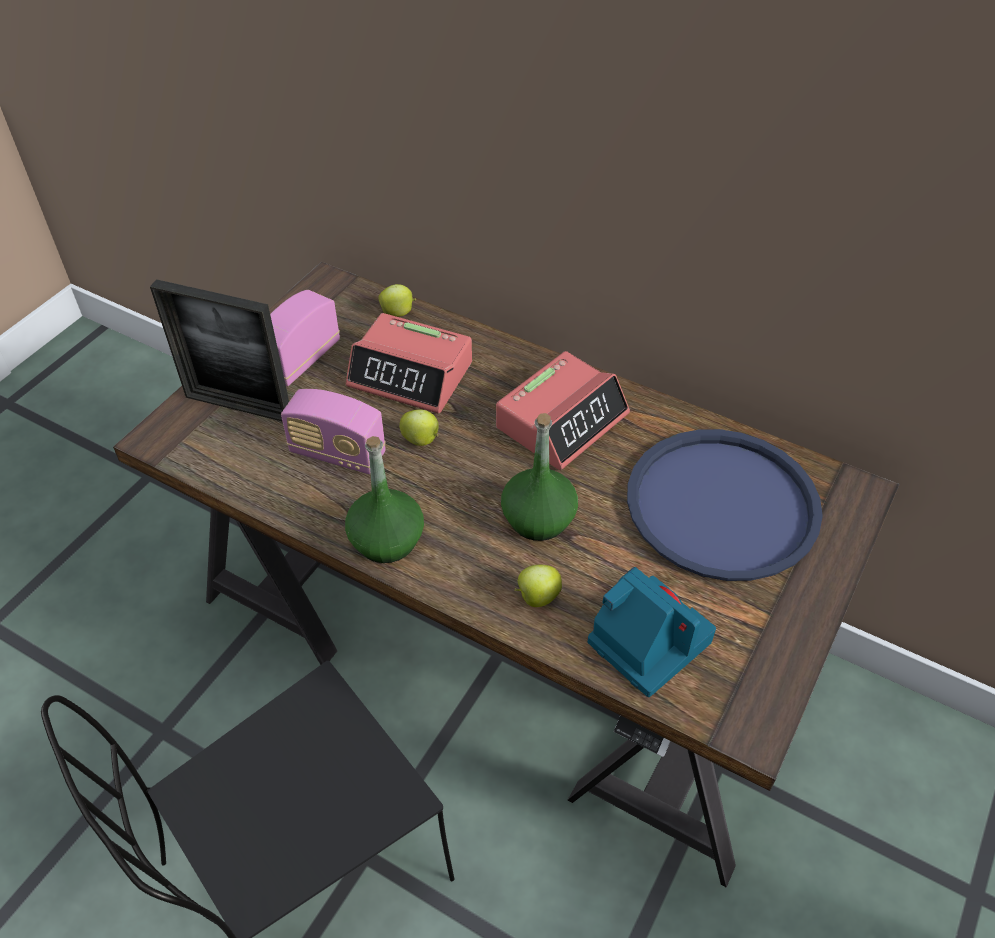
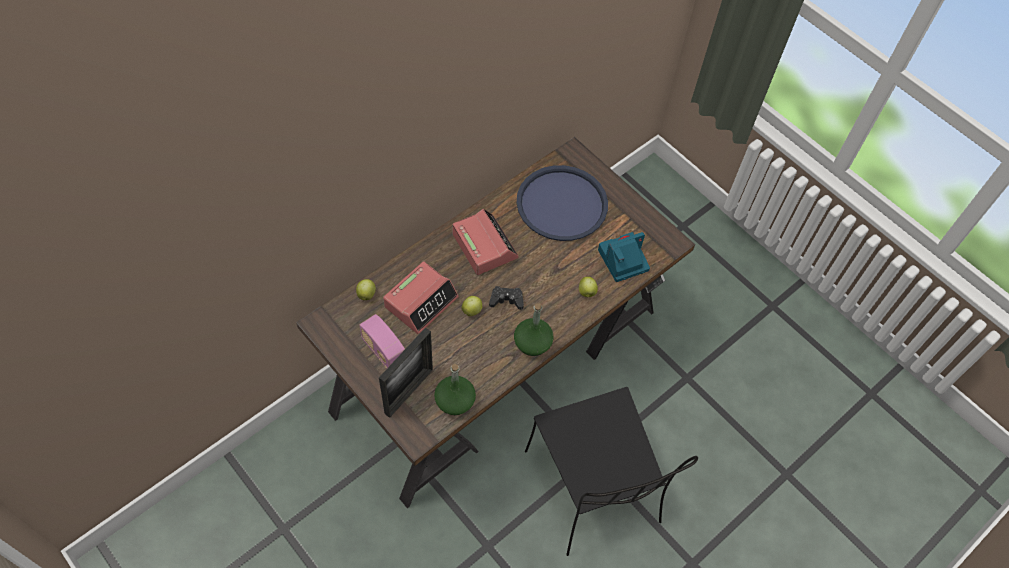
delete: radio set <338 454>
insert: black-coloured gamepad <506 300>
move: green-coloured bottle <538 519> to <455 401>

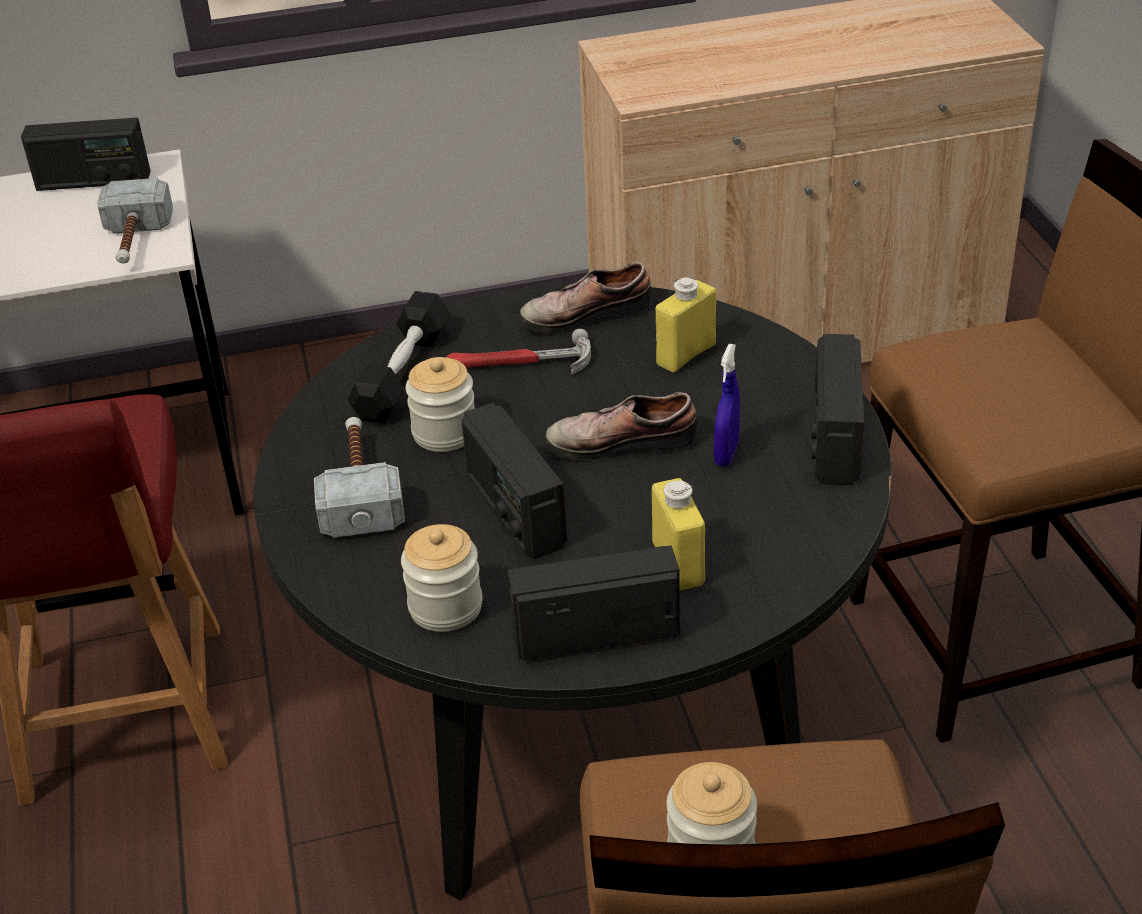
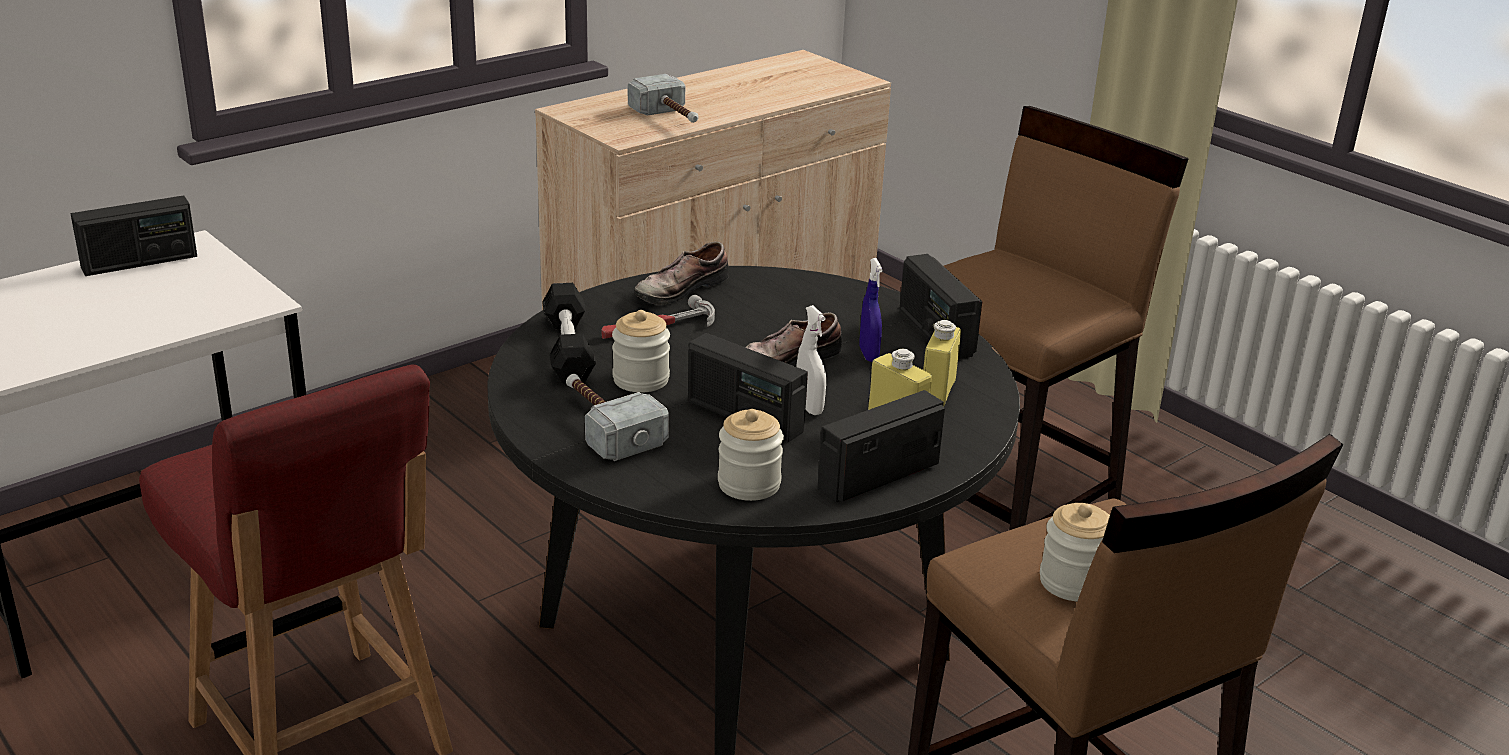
insert: white-coloured hand sprayer <809 407>
move: hand hammer <134 242> to <670 118>; yellow-coloured bottle <686 354> to <937 393>

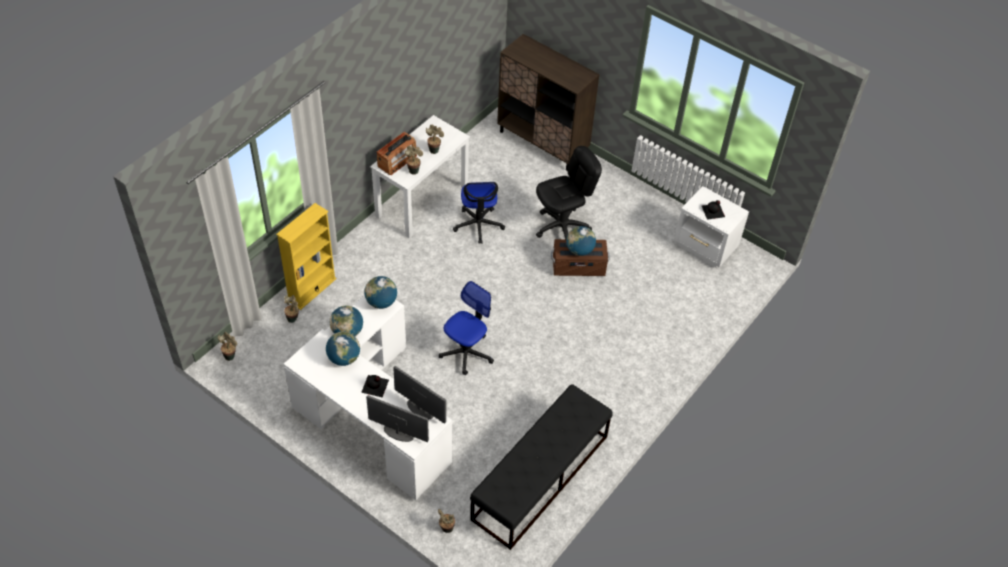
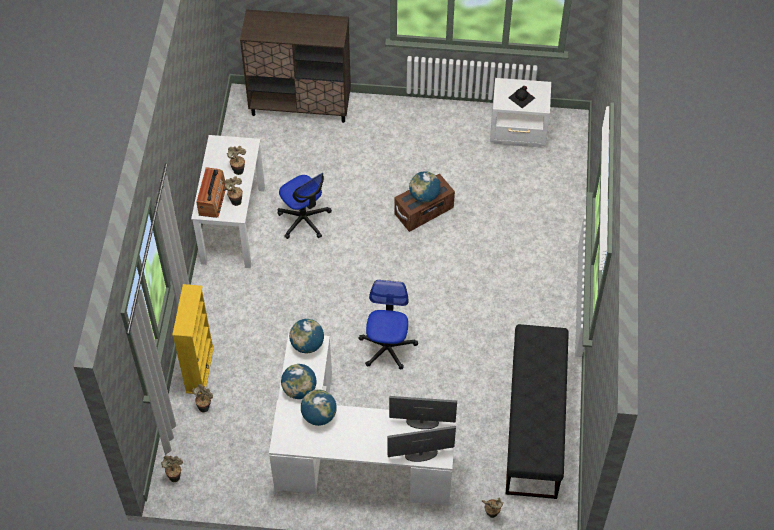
delete: black-coloured bottle <375 386>; black-coloured office chair <562 227>

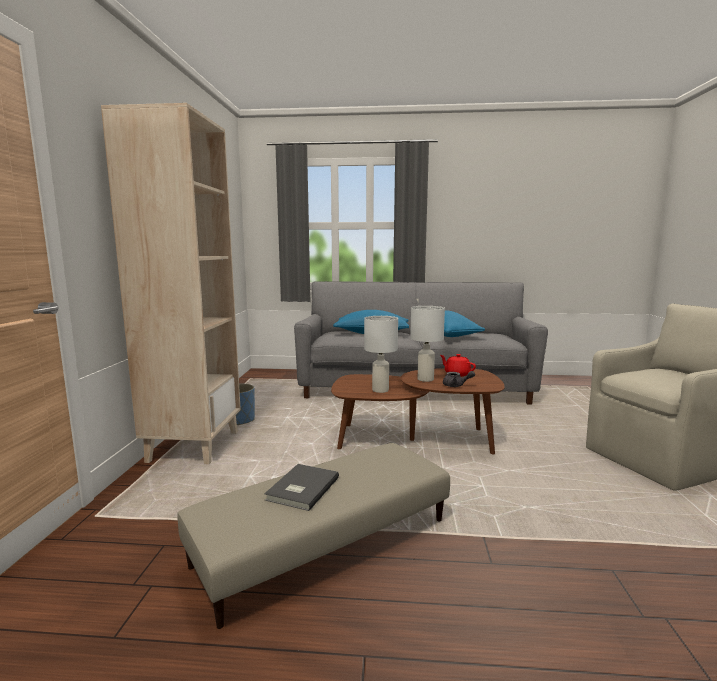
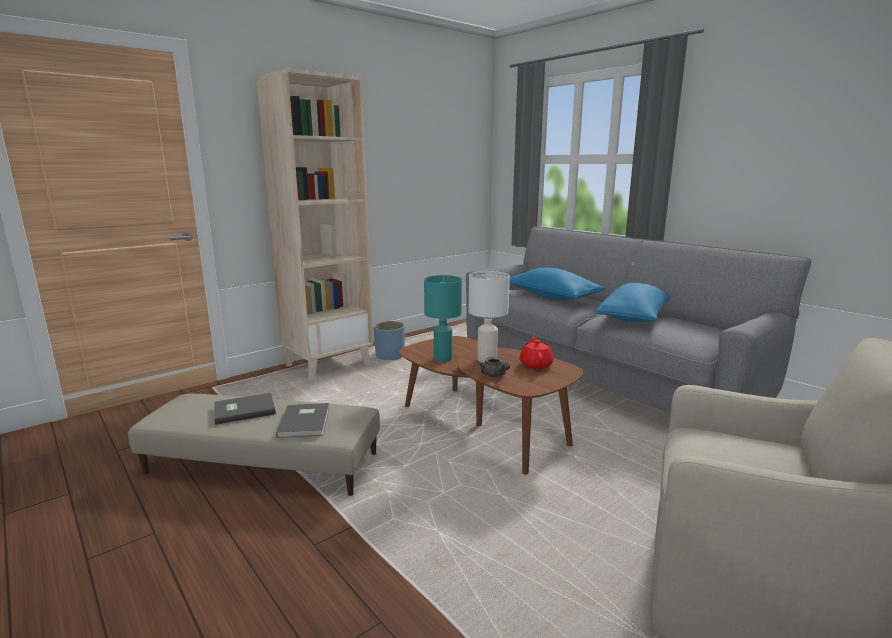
insert: grey book <306 421>
recolor: white-coloured tabletop lamp <379 390> to turquoise-coloured tabletop lamp <442 358>

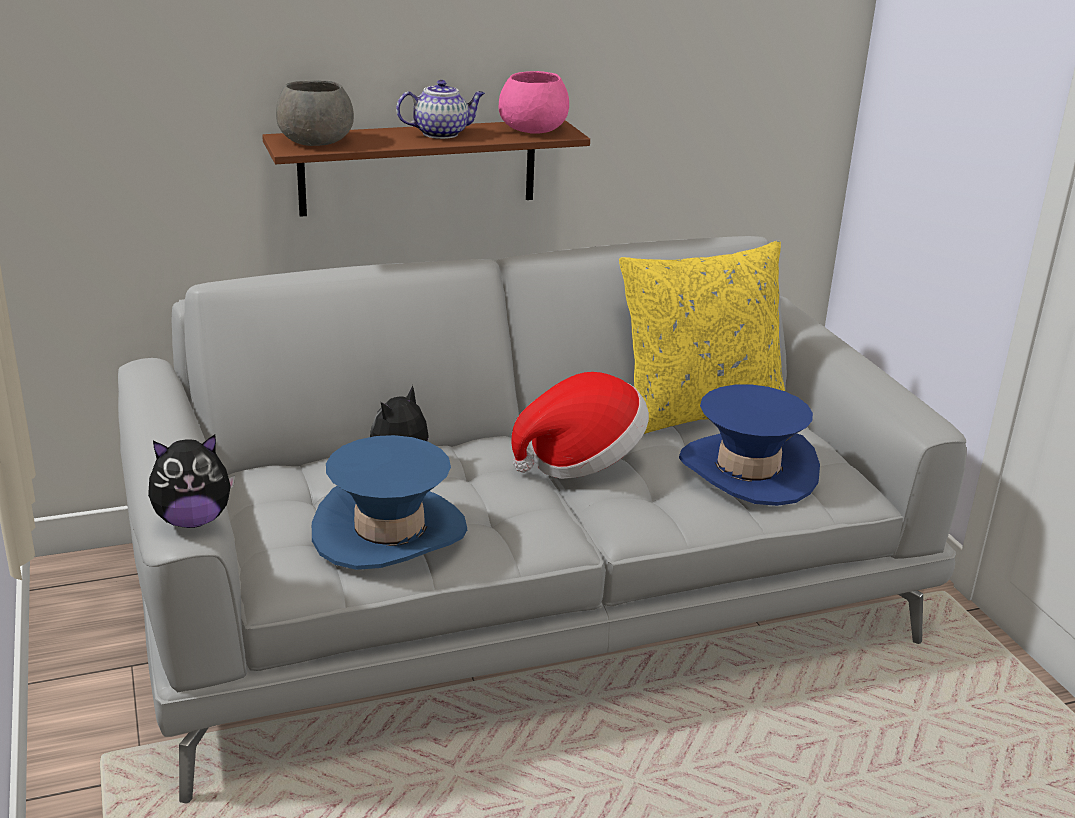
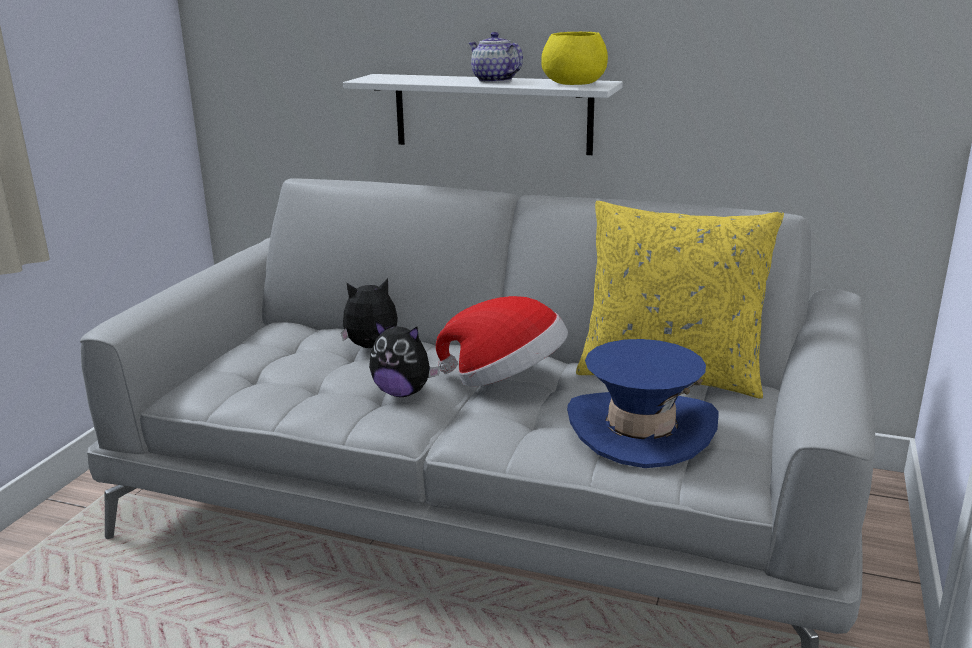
delete: grey bowl <314 141>; blue hat <389 531>
move: plush toy <193 520> to <403 392>
recolor: brown wall shelf <418 167> to white-coloured wall shelf <492 113>; pink-coloured bowl <533 129> to yellow-coloured bowl <575 83>
rotate: tea pot <441 133> = <493 80> 150 degrees counterclockwise

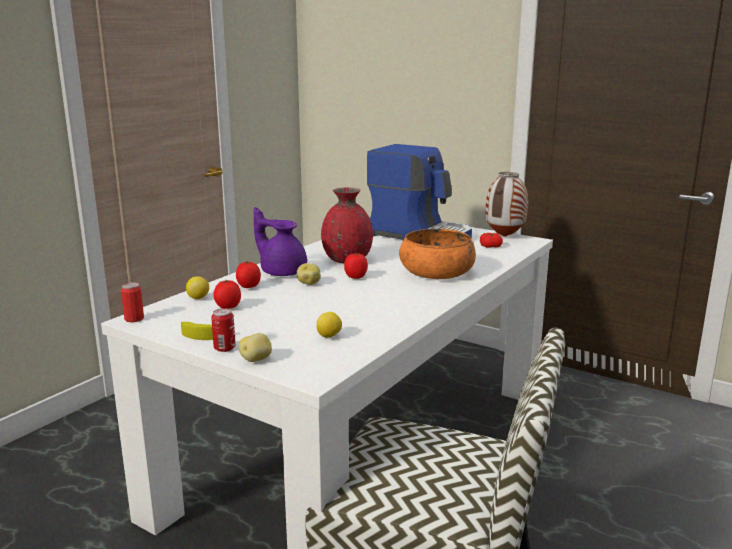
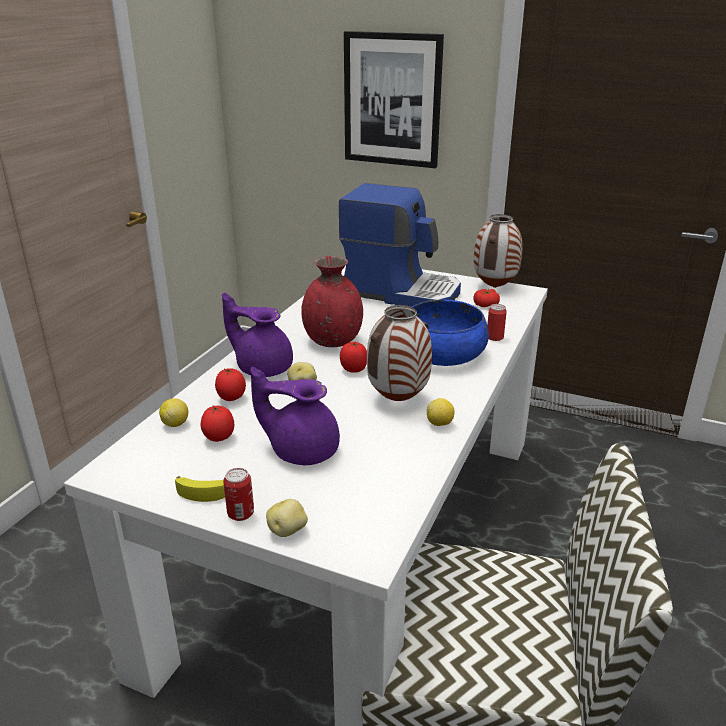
insert: purple-coloured tea pot <302 450>; wall picture <392 100>; vase <398 399>
move: lemon <329 336> to <440 424>; sealed can <134 319> to <494 337>
recolor: orangey bowl <436 272> to blue bowl <442 353>

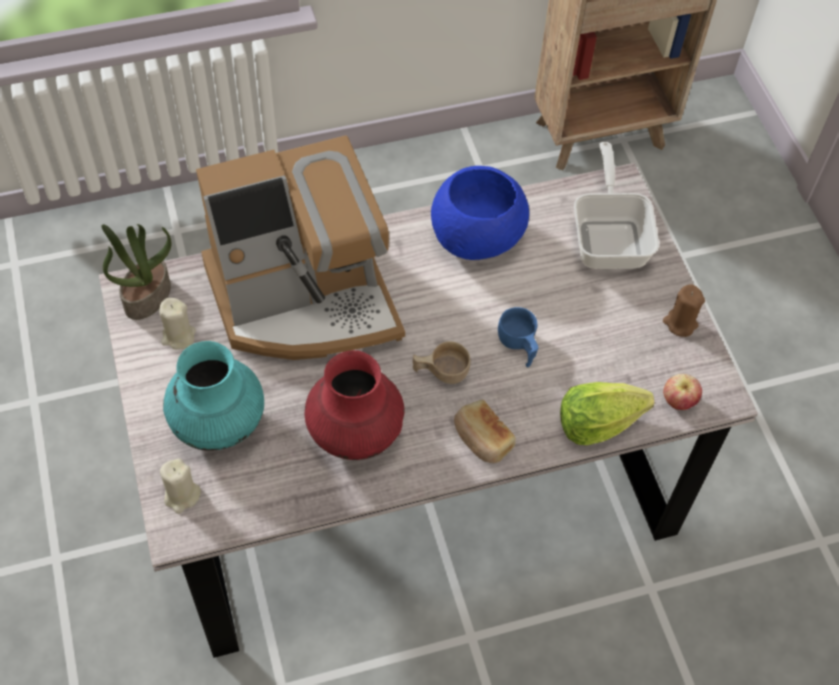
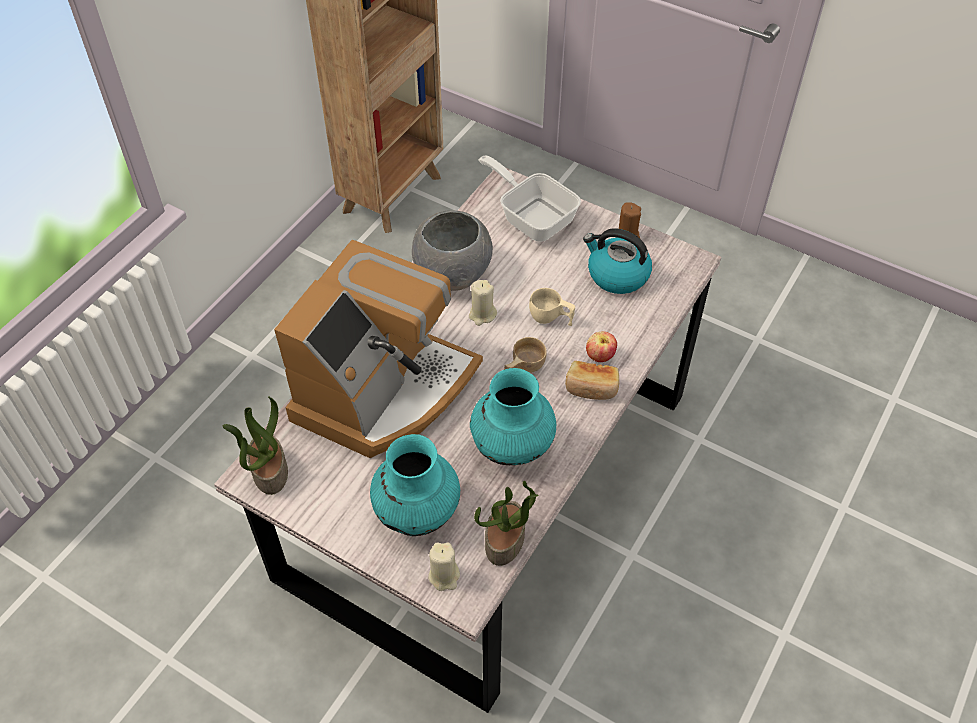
delete: lettuce <597 423>
insert: potted plant <505 541>; kettle <616 275>
move: beige wax light <178 336> to <482 315>; apple <678 401> to <600 356>
recolor: blue bowl <478 236> to grey bowl <453 271>; reddish vase <355 433> to turquoise-coloured vase <512 446>; blue small cup <518 346> to beige small cup <551 318>

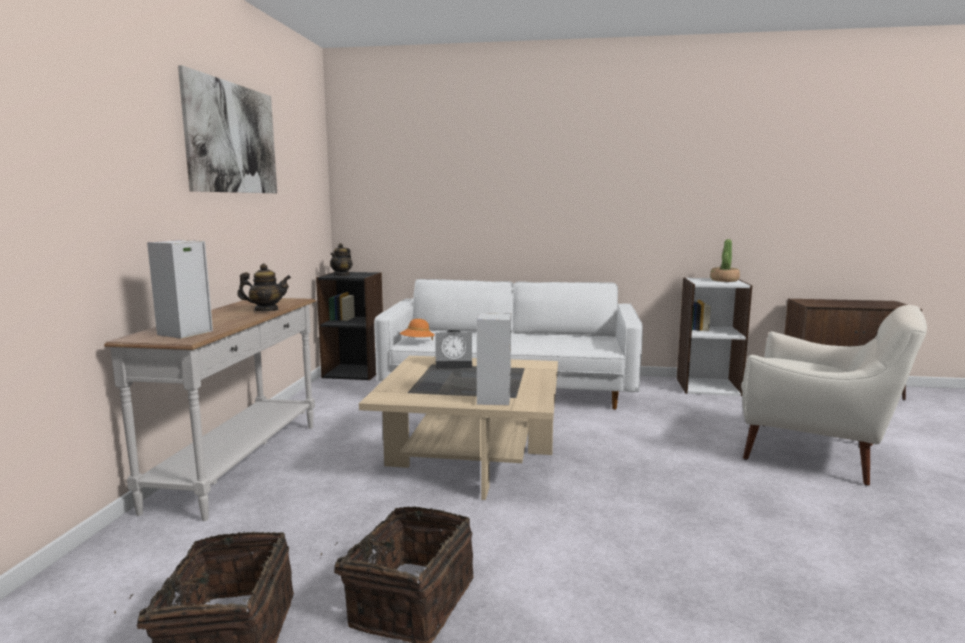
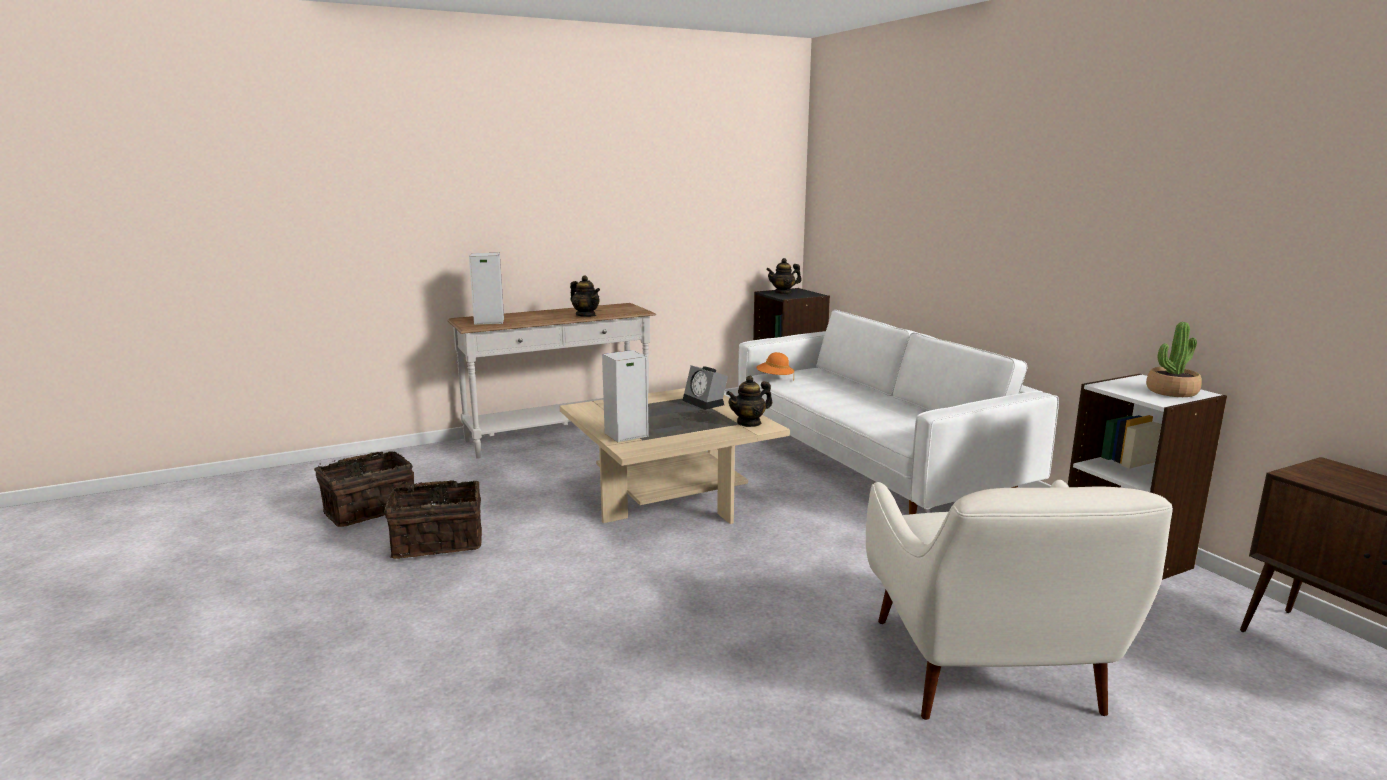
delete: wall picture <232 138>
insert: tea pot <749 423>

